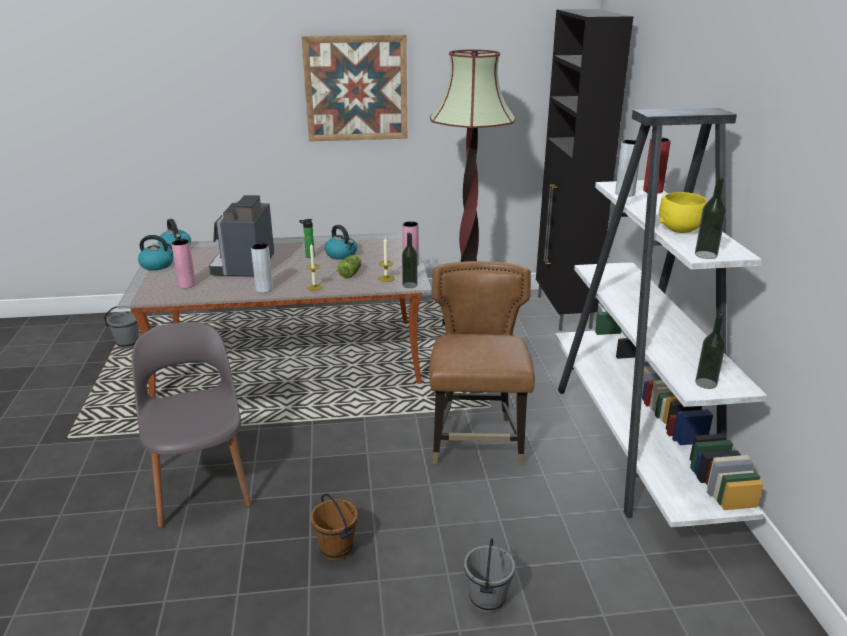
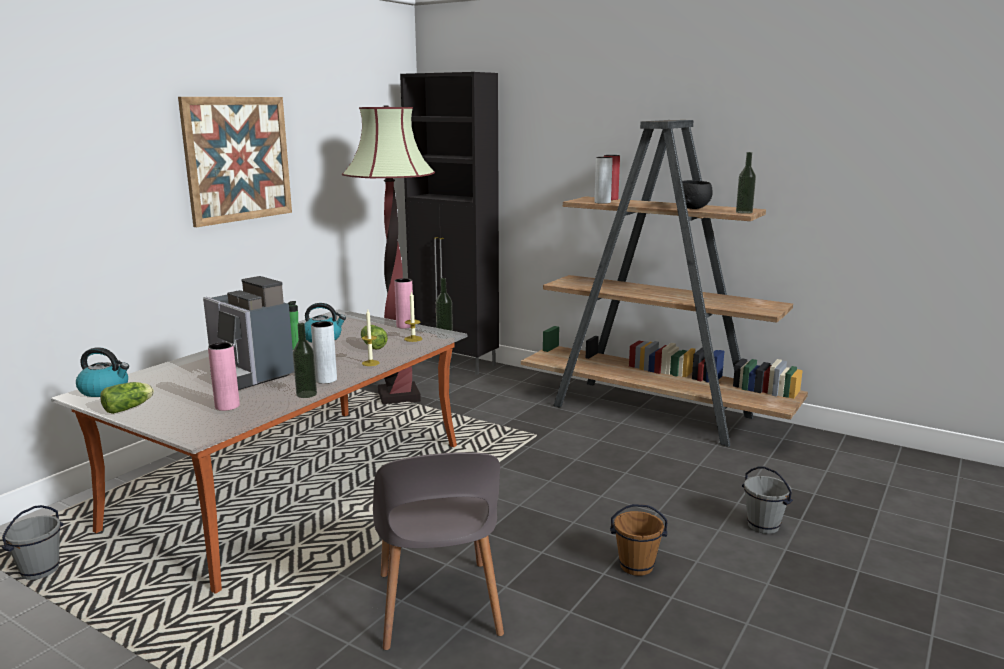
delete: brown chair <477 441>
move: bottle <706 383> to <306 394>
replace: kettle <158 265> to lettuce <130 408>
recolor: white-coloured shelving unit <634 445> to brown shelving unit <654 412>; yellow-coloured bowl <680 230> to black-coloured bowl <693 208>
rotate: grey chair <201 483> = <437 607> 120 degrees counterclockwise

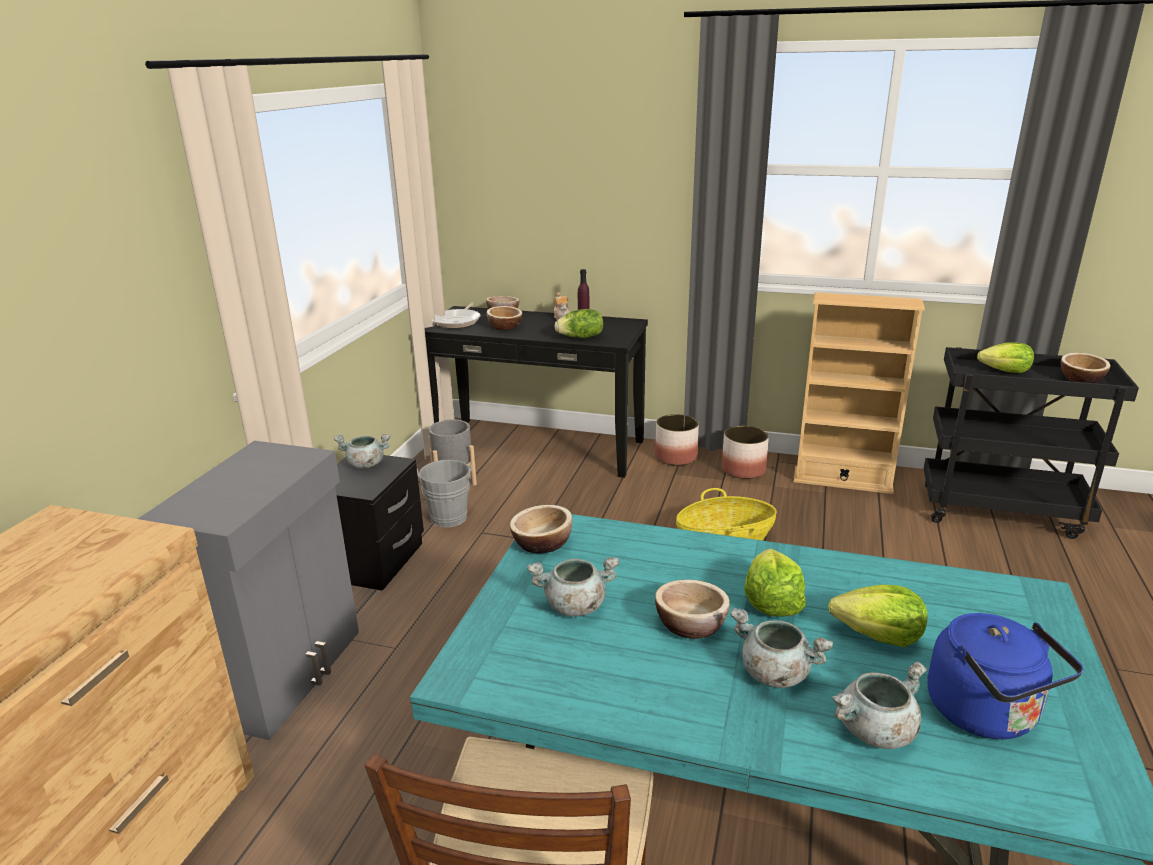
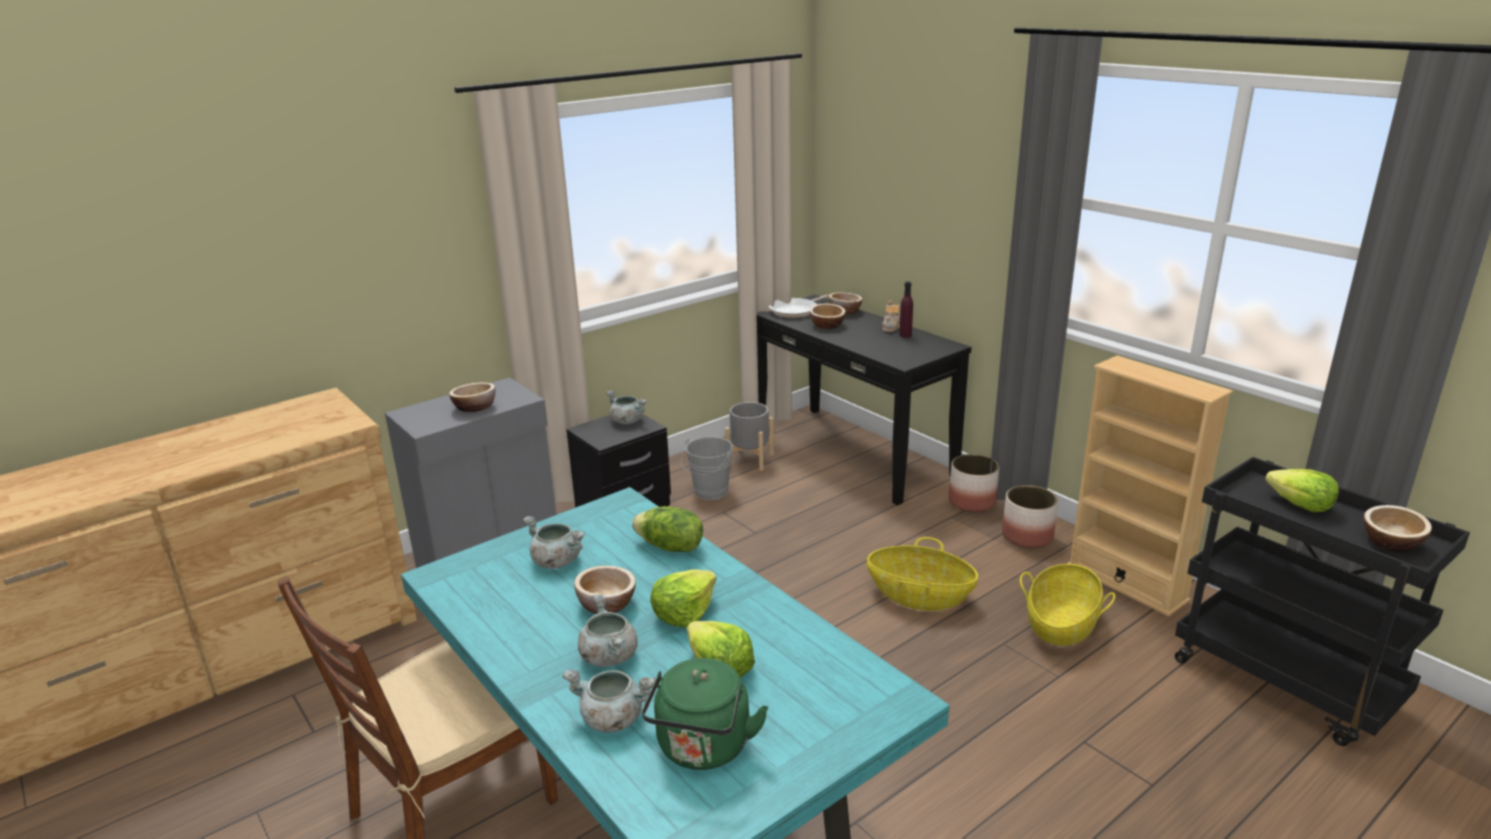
insert: household basket <1061 624>
move: bowl <542 544> to <475 407>; lettuce <581 337> to <670 547>
recolor: blue kettle <987 714> to green-coloured kettle <703 749>

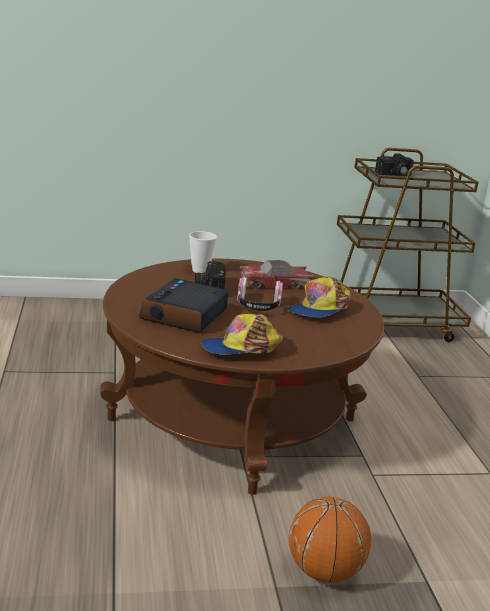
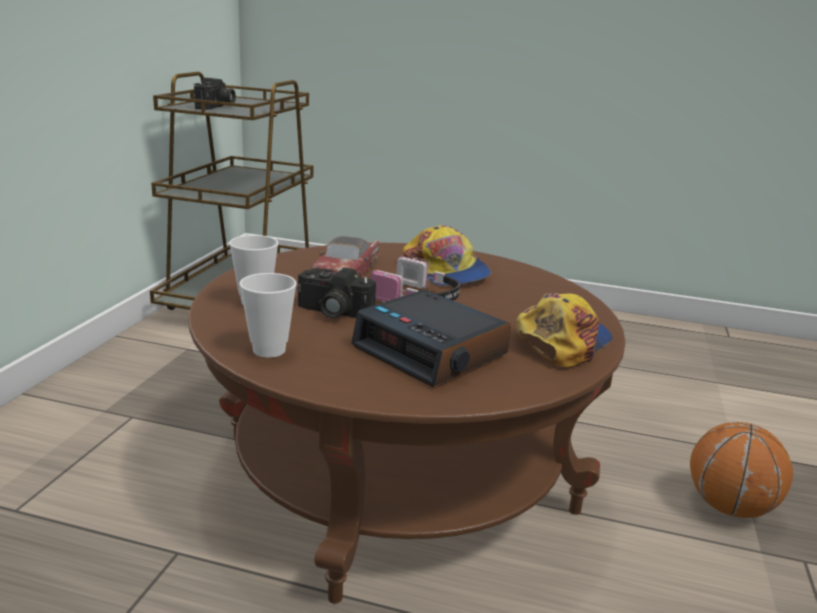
insert: small cup <269 350>
rotate: baseball cap <241 349> = <561 341> 150 degrees counterclockwise

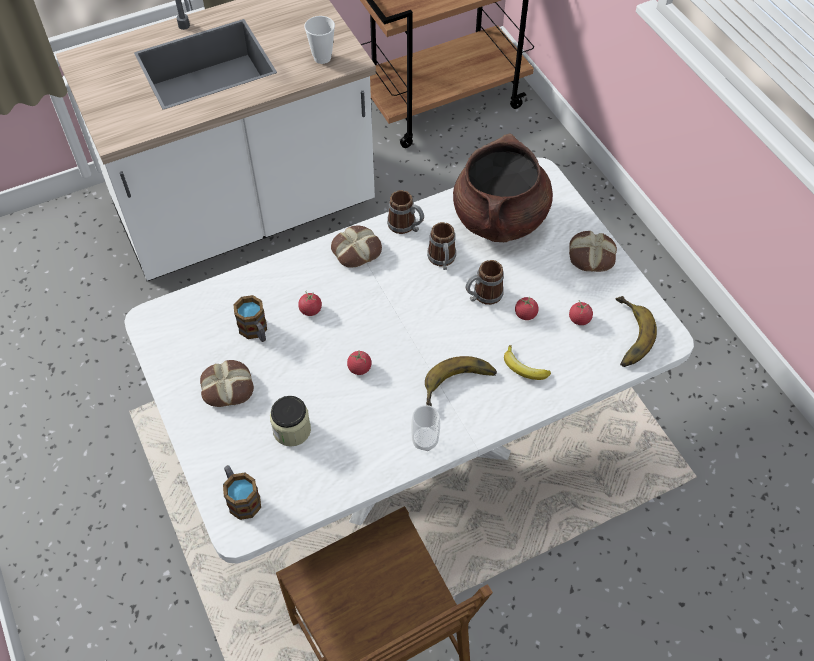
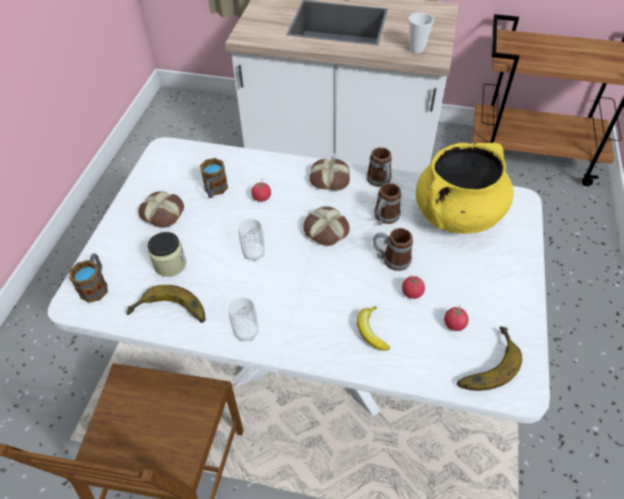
move: banana <460 388> to <169 315>; baked bread <591 257> to <325 230>
replace: fresh tomato <359 368> to small cup <254 253>
recolor: brown saucepot <500 218> to yellow-coloured saucepot <457 214>

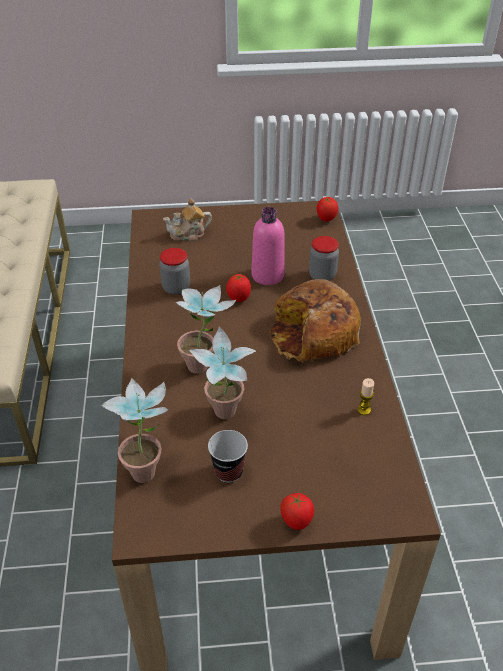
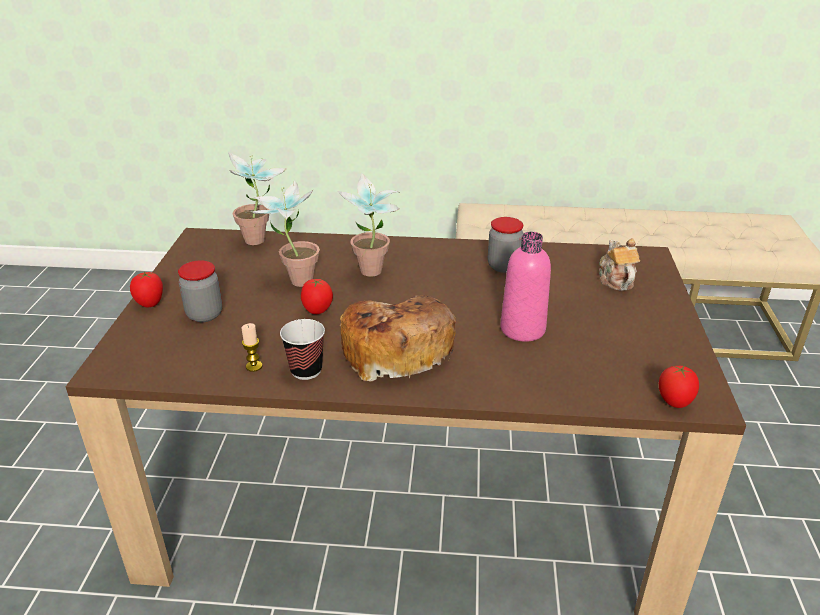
move: jar <322 276> to <204 314>; small cup <228 472> to <306 370>; fresh tomato <239 299> to <317 311>

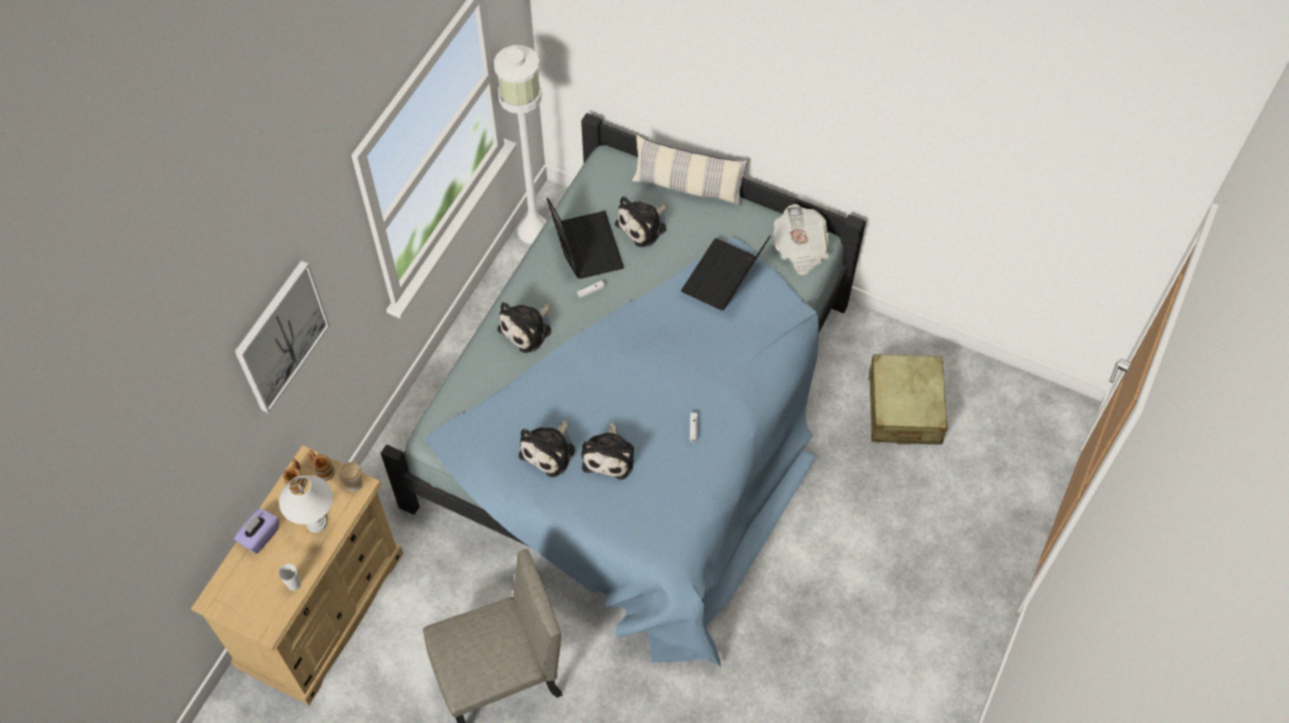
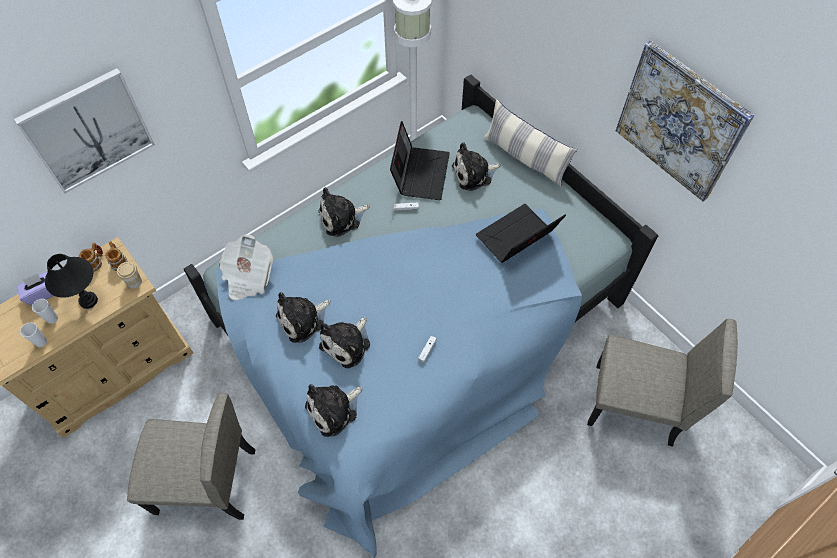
insert: small cup <52 318>; plush toy <334 409>; wall picture <680 122>
move: printed paper <800 249> to <248 276>
replace: beige suitcase <904 408> to beige chair <633 405>
recolor: white-coloured tabletop lamp <316 523> to black-coloured tabletop lamp <88 301>

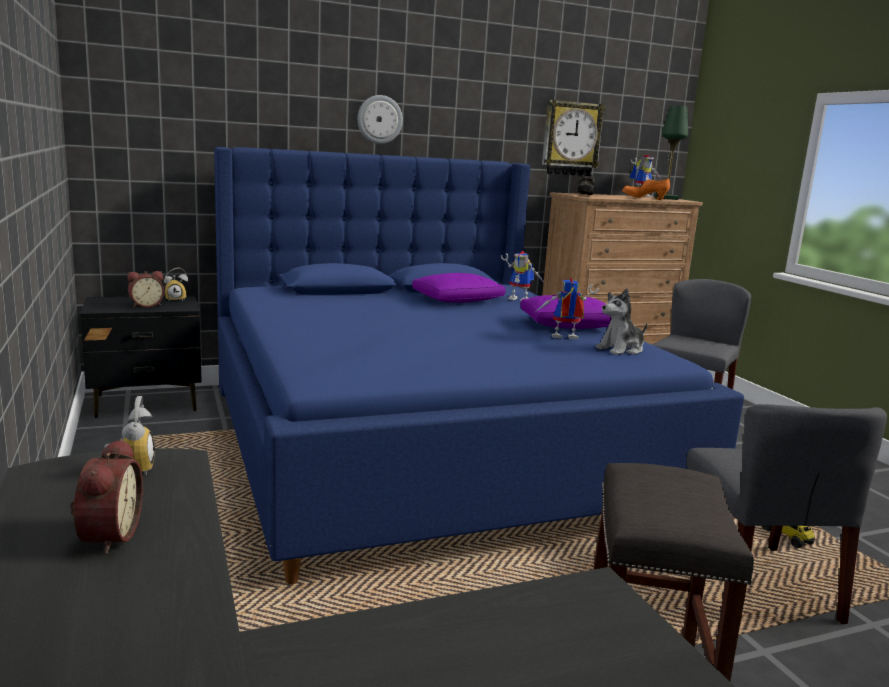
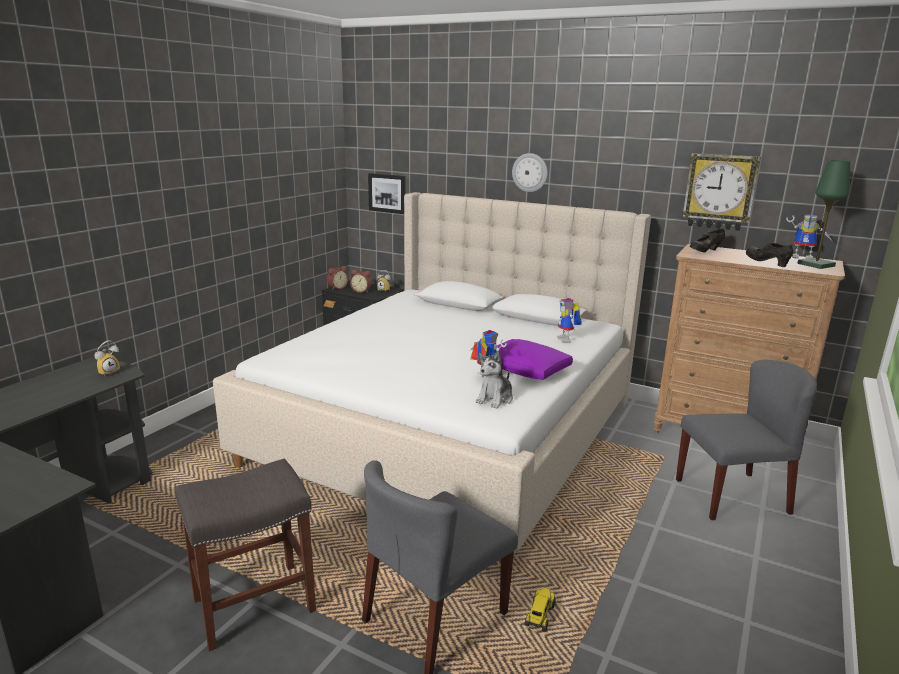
delete: purple-coloured cushion <458 300>
insert: wall picture <387 193>
move: table clock <106 536> to <337 288>
recolor: blue sleeping bed <428 444> to beige sleeping bed <450 431>; orangey low shoe <644 199> to black-coloured low shoe <767 263>
rotate: plush toy <621 349> = <495 399> 75 degrees counterclockwise

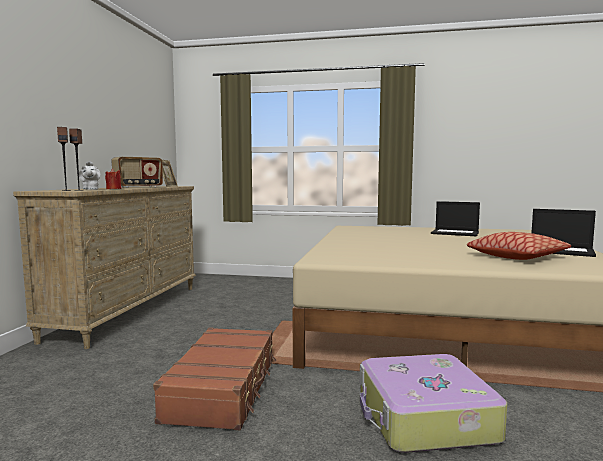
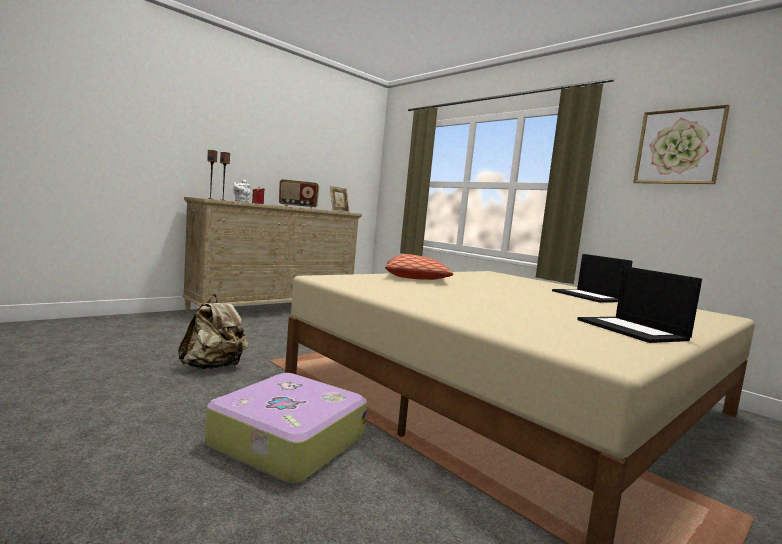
insert: wall picture <679 147>
move: cushion <516 257> to <416 278>
replace: brown suitcase <224 388> to beige knapsack <213 367>

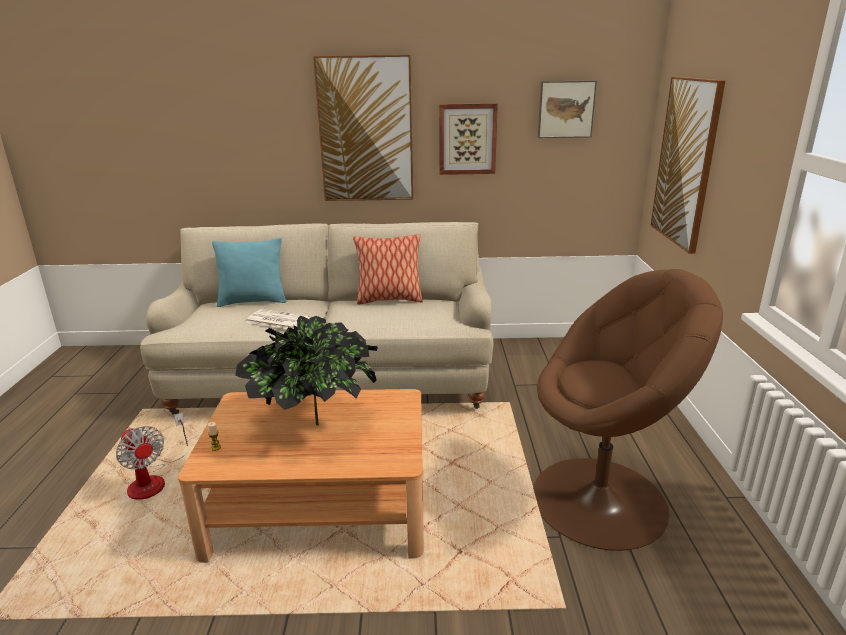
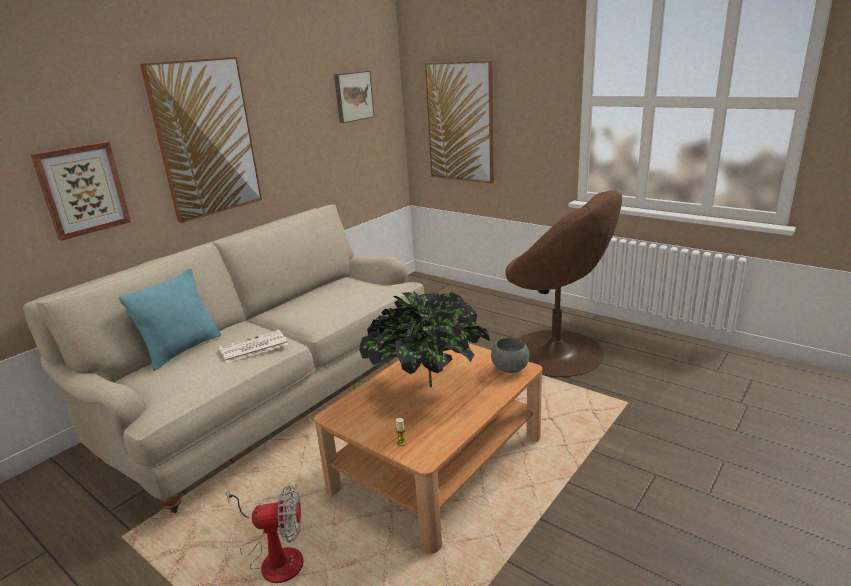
delete: cushion <389 300>
insert: grey bowl <509 369>
move: wall picture <467 139> to <82 189>
rotate: brown armchair <601 500> = <557 352> 90 degrees clockwise

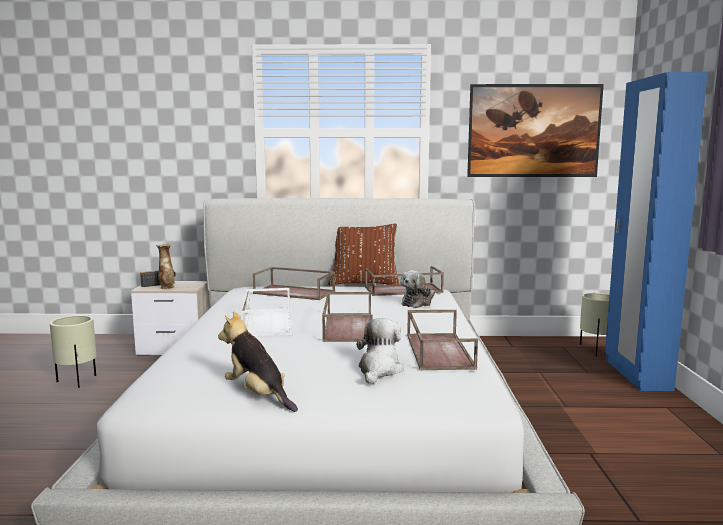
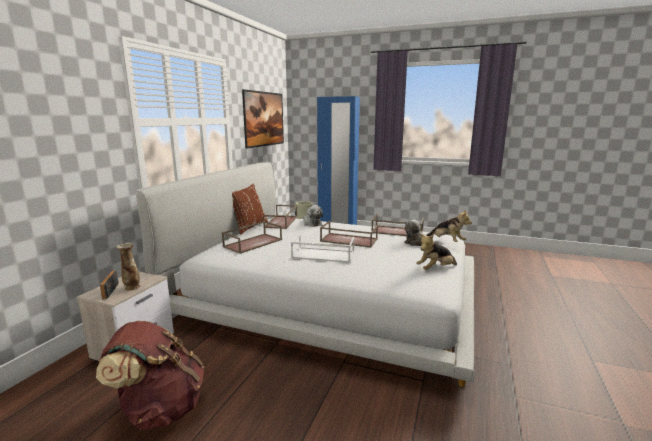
insert: plush toy <447 241>
replace: beige planter <77 382> to brown knapsack <160 409>

